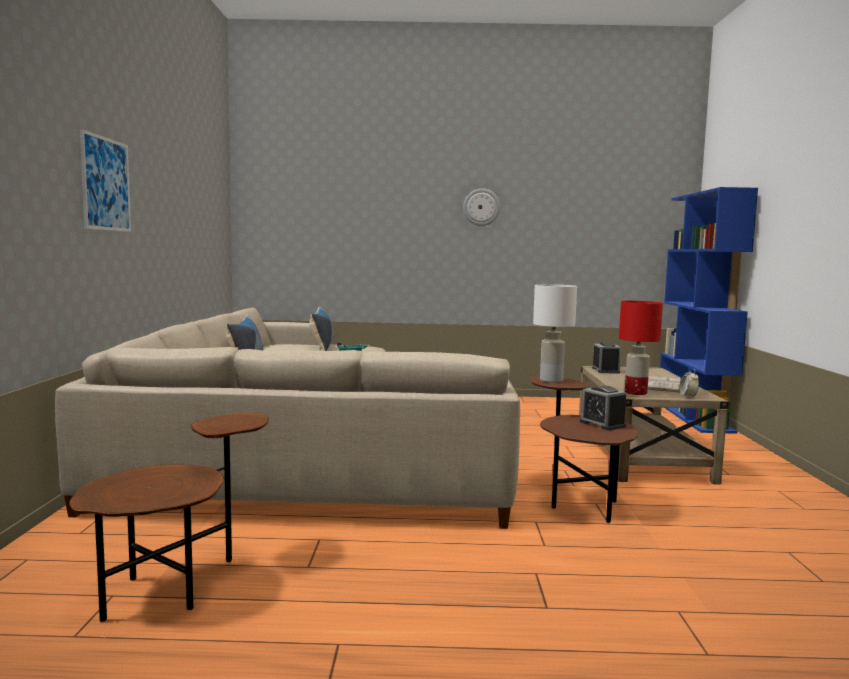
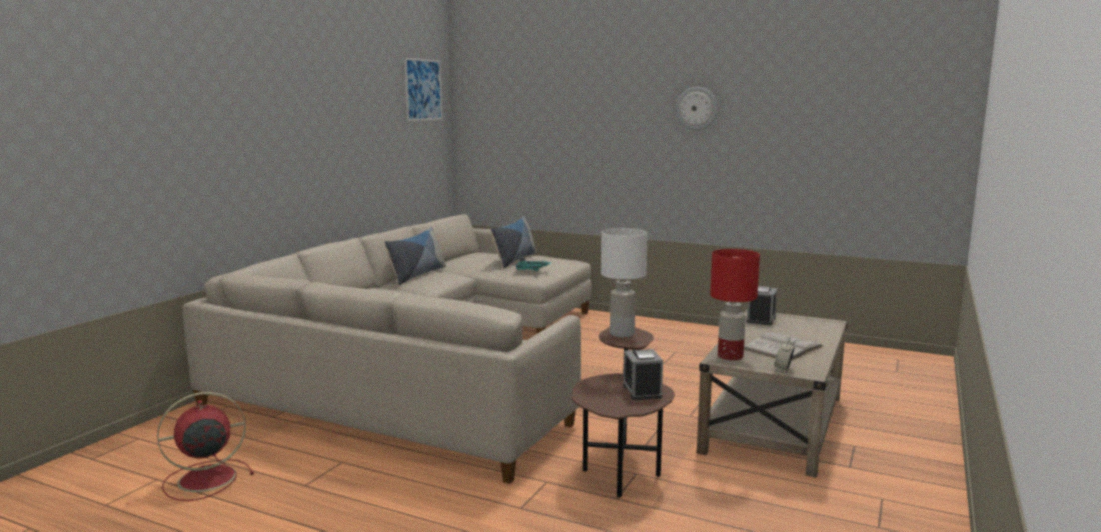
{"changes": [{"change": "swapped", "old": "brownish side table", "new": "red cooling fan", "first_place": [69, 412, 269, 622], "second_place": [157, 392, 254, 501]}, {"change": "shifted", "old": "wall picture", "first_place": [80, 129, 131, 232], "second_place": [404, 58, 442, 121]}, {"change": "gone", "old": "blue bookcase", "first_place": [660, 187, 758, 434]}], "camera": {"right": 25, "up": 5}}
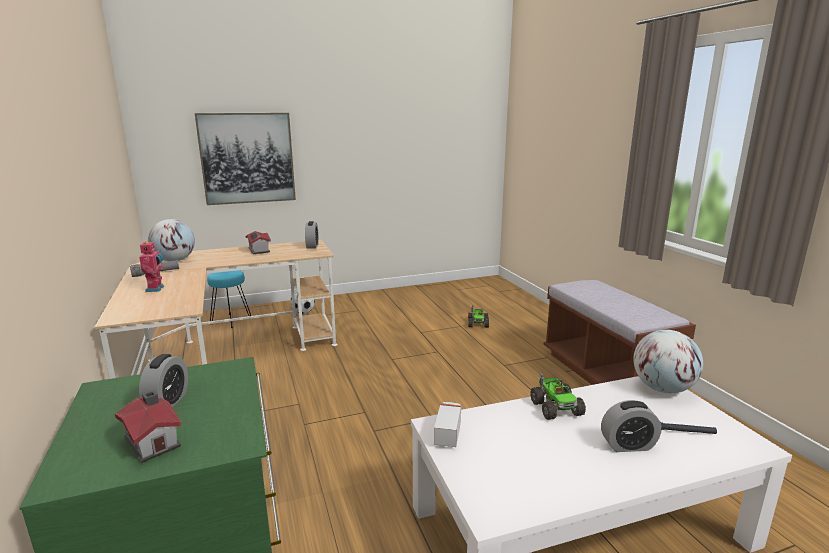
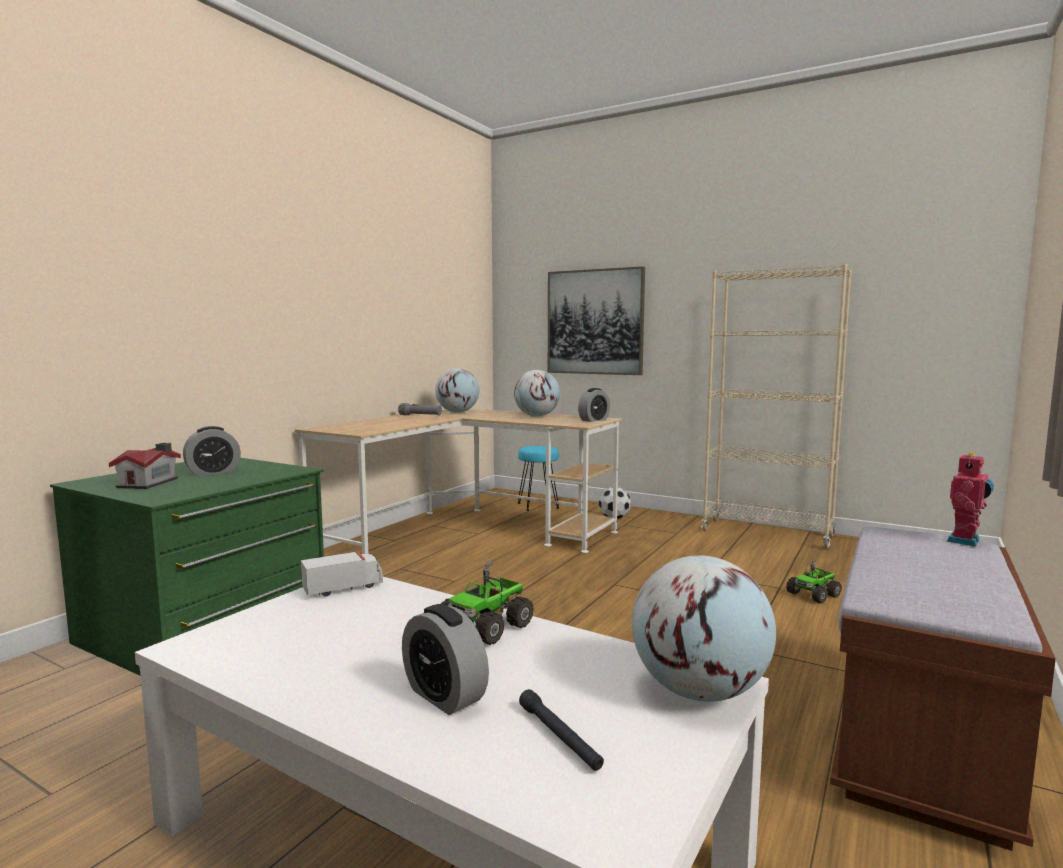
{"changes": [{"change": "swapped", "old": "toy house", "new": "desk globe", "first_place": [246, 231, 271, 254], "second_place": [514, 370, 560, 416]}, {"change": "new", "new": "beige bookcase", "second_place": [701, 264, 852, 549]}, {"change": "shifted", "old": "toy robot", "first_place": [139, 240, 164, 292], "second_place": [947, 452, 994, 547]}], "camera": {"right": 50, "up": -10}}
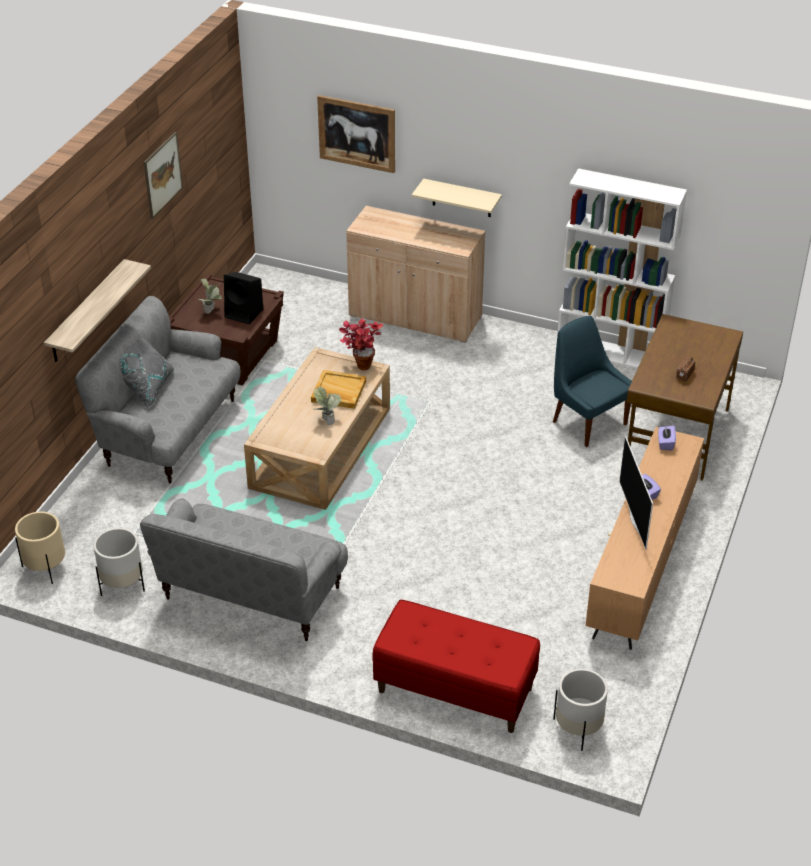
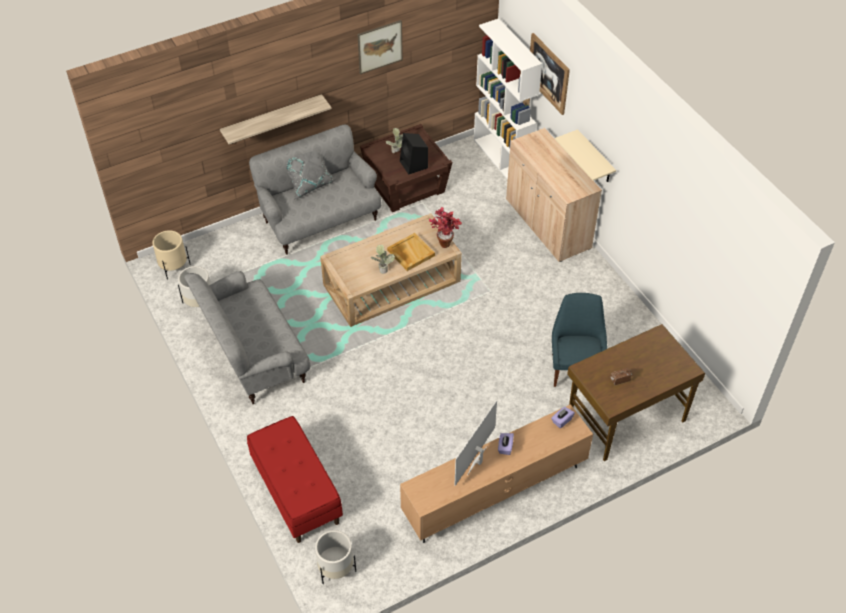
{"changes": [{"change": "shifted", "old": "white-coloured bookcase", "first_place": [557, 168, 687, 369], "second_place": [474, 18, 542, 180]}], "camera": {"right": 40, "up": 10}}
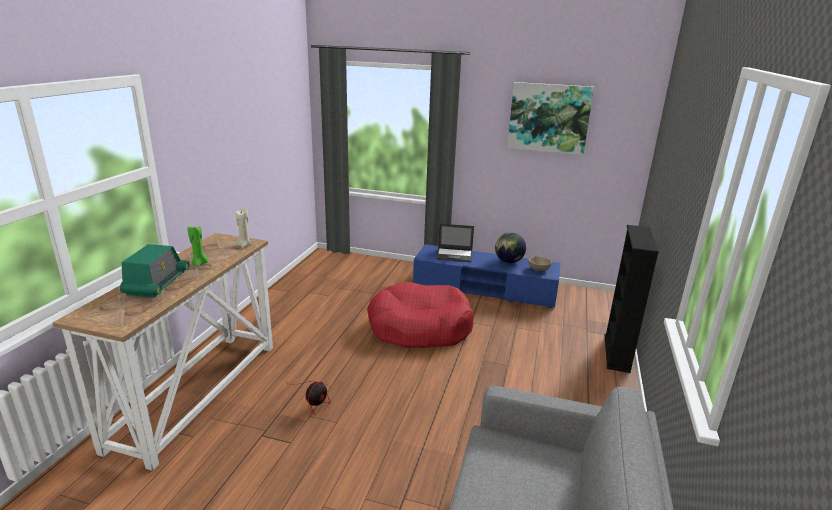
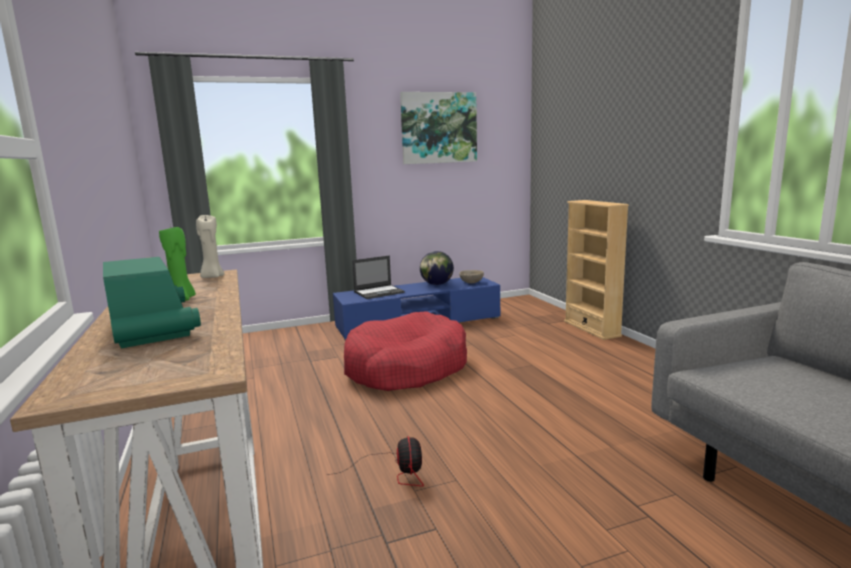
{"changes": [{"change": "repainted", "old": "black-coloured bookcase", "new": "beige bookcase", "first_place": [605, 225, 659, 373], "second_place": [564, 200, 629, 340]}], "camera": {"right": -35, "up": -10}}
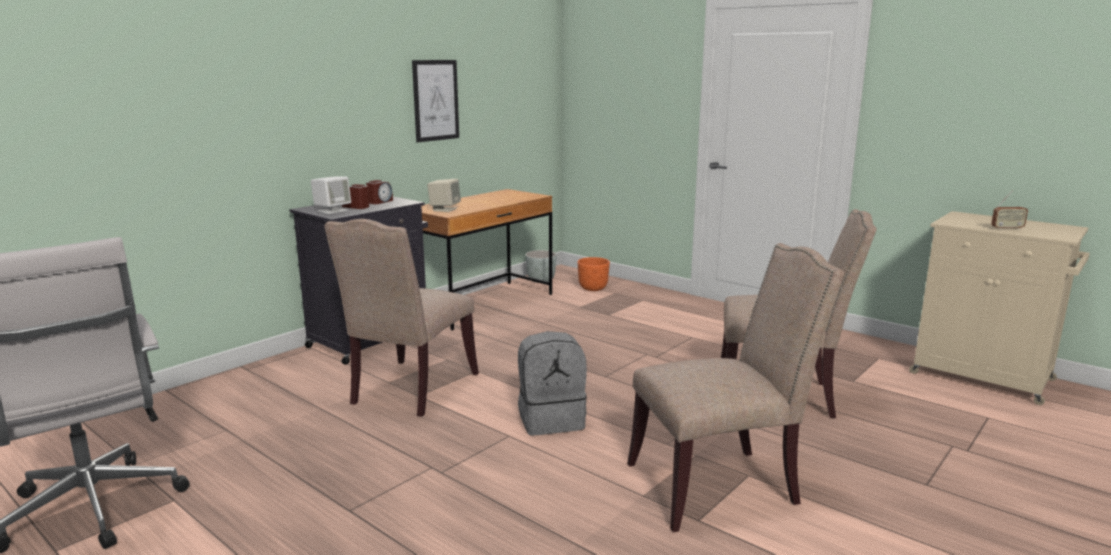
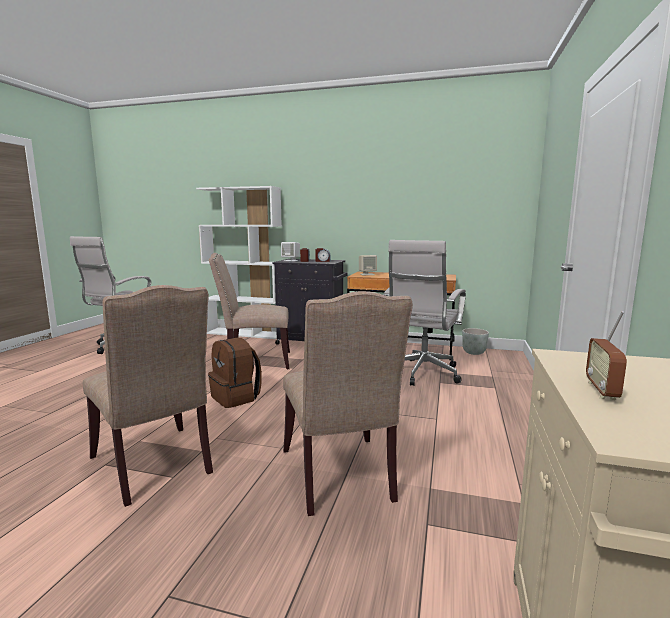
{"changes": [{"change": "new", "new": "white-coloured bookcase", "second_place": [196, 186, 282, 339]}, {"change": "repainted", "old": "grey backpack", "new": "brownish backpack", "first_place": [518, 331, 587, 435], "second_place": [208, 338, 262, 408]}, {"change": "new", "new": "white-coloured computer chair", "second_place": [383, 240, 466, 386]}, {"change": "rotated", "old": "radio receiver", "first_place": [991, 191, 1028, 230], "second_place": [586, 311, 627, 400], "degrees": 45}, {"change": "gone", "old": "wall picture", "first_place": [412, 60, 459, 142]}, {"change": "gone", "old": "orange plant pot", "first_place": [578, 257, 610, 291]}], "camera": {"right": 65, "up": -5}}
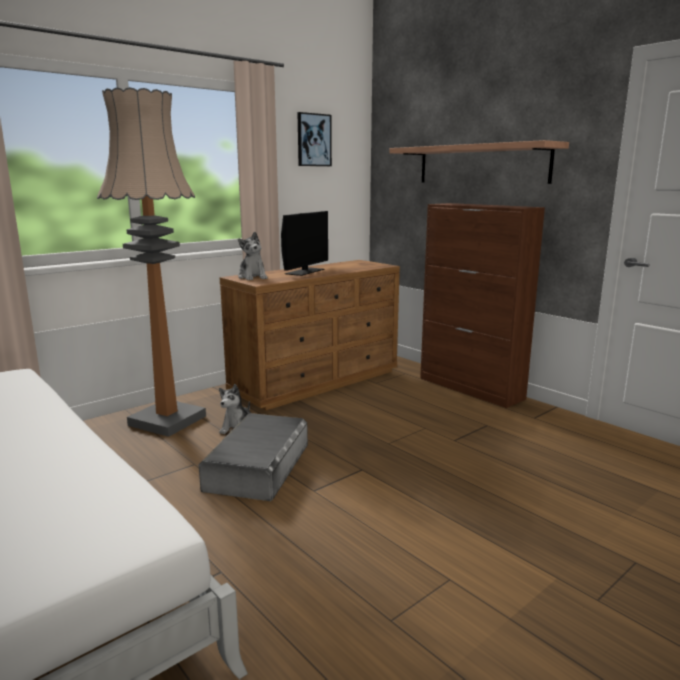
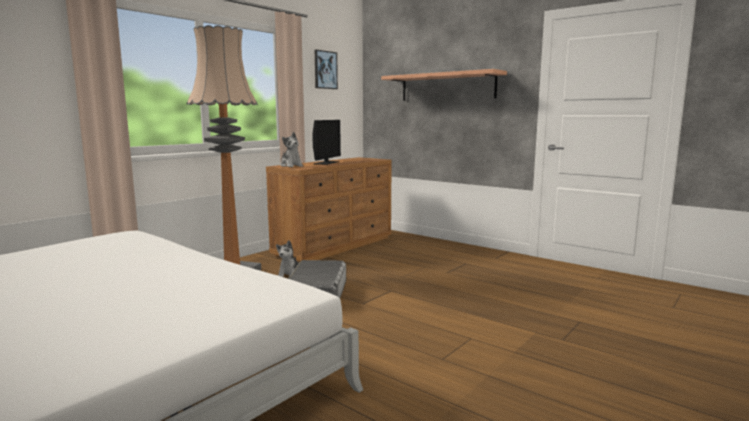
{"changes": [{"change": "gone", "old": "brownish cupboard", "first_place": [420, 203, 545, 408]}], "camera": {"right": -10, "up": -5}}
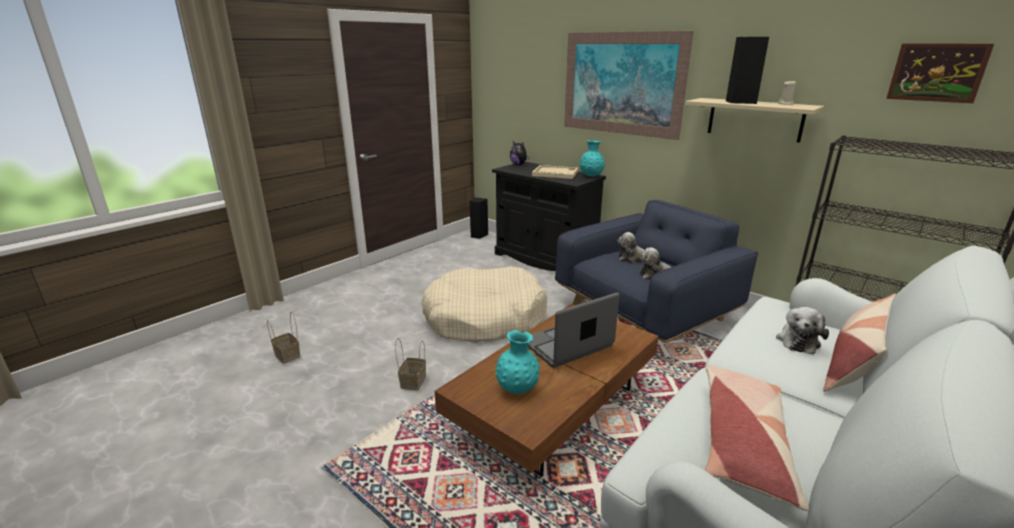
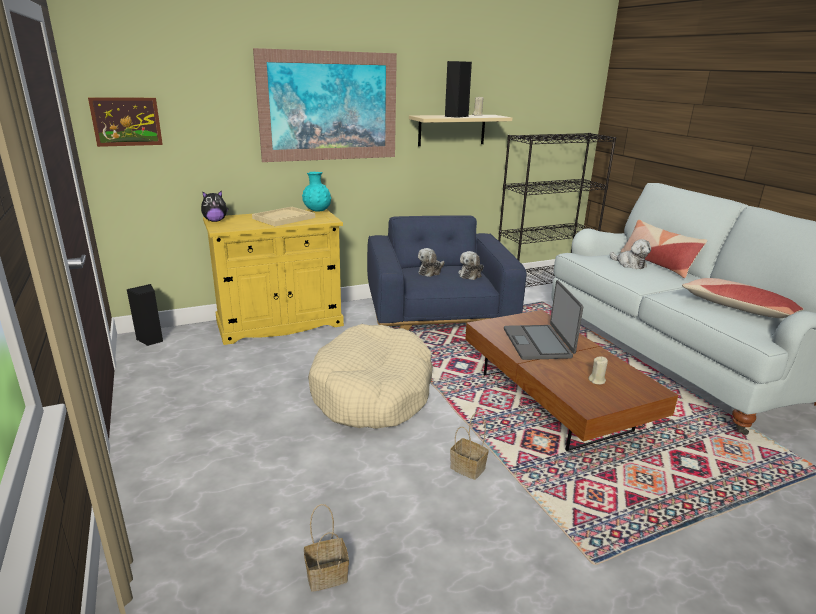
{"changes": [{"change": "shifted", "old": "wall picture", "first_place": [886, 44, 994, 103], "second_place": [88, 97, 163, 147]}, {"change": "repainted", "old": "black-coloured cupboard", "new": "yellow cupboard", "first_place": [492, 162, 606, 271], "second_place": [203, 209, 344, 345]}, {"change": "swapped", "old": "blue-green vase", "new": "beige wax light", "first_place": [495, 330, 540, 394], "second_place": [589, 356, 608, 384]}], "camera": {"right": -65, "up": 0}}
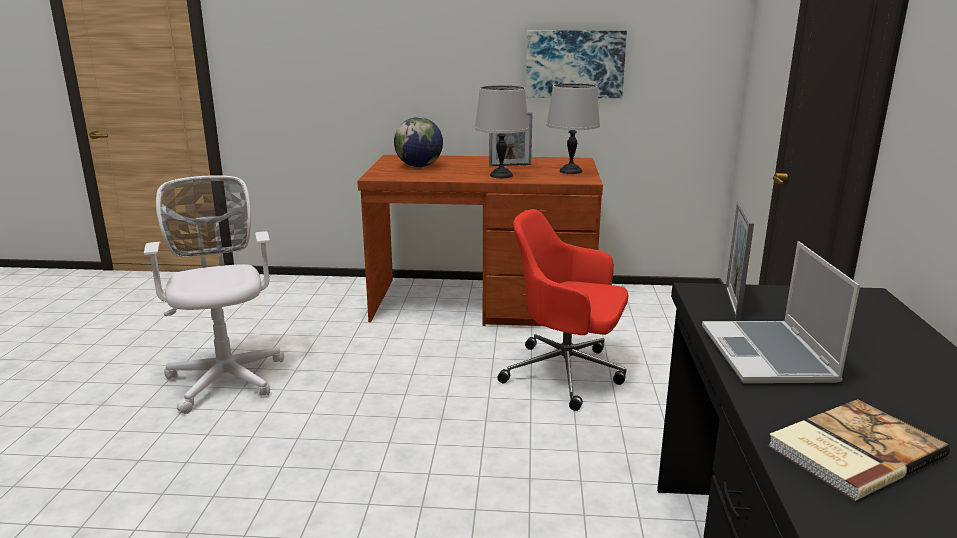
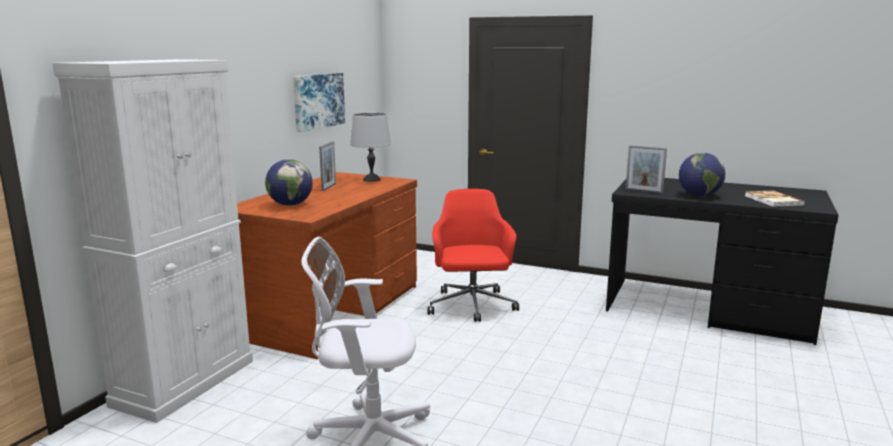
{"changes": [{"change": "new", "new": "white-coloured cupboard", "second_place": [52, 59, 253, 423]}, {"change": "rotated", "old": "red computer chair", "first_place": [497, 209, 628, 411], "second_place": [427, 189, 519, 322], "degrees": 135}, {"change": "swapped", "old": "notebook computer", "new": "desk globe", "first_place": [702, 241, 860, 383], "second_place": [679, 153, 725, 197]}, {"change": "gone", "old": "grey table lamp", "first_place": [475, 85, 529, 178]}], "camera": {"right": -70, "up": -5}}
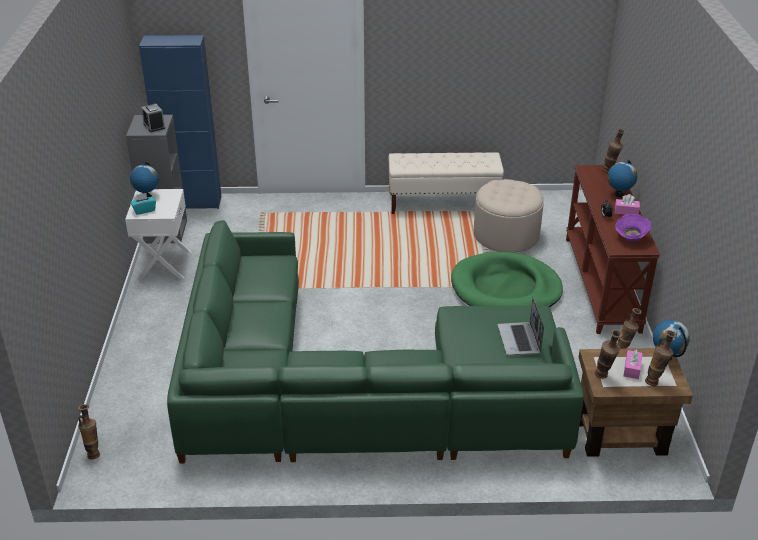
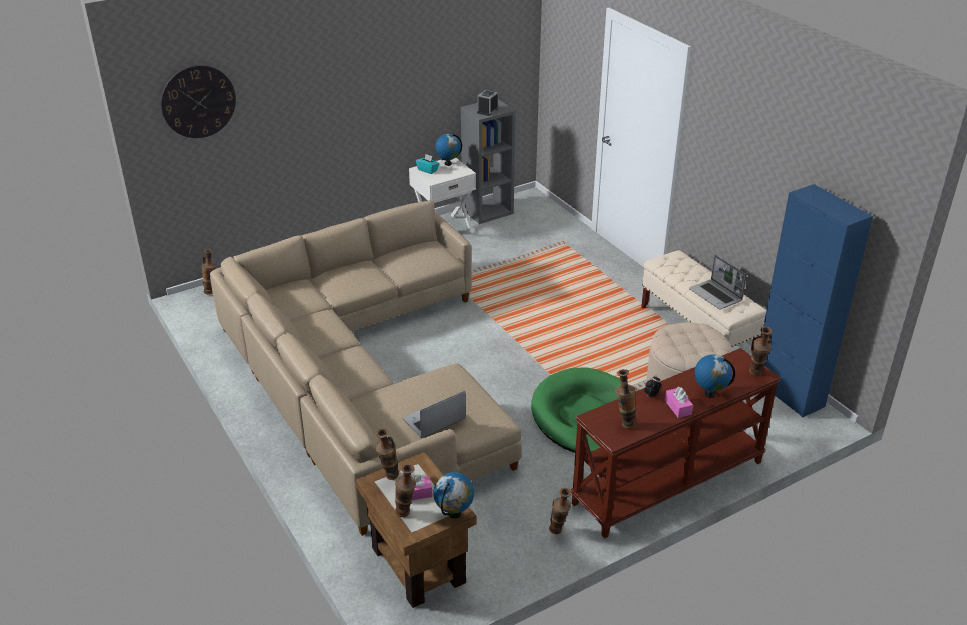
{"changes": [{"change": "new", "new": "clock on the wall", "second_place": [161, 65, 236, 138]}, {"change": "repainted", "old": "green settee", "new": "beige settee", "first_place": [167, 220, 584, 464], "second_place": [210, 200, 522, 536]}, {"change": "swapped", "old": "purple bowl", "new": "vase", "first_place": [615, 214, 652, 242], "second_place": [615, 369, 636, 429]}, {"change": "new", "new": "notebook computer", "second_place": [689, 255, 747, 310]}, {"change": "shifted", "old": "blue cupboard", "first_place": [139, 35, 221, 209], "second_place": [763, 184, 873, 418]}], "camera": {"right": 60, "up": 0}}
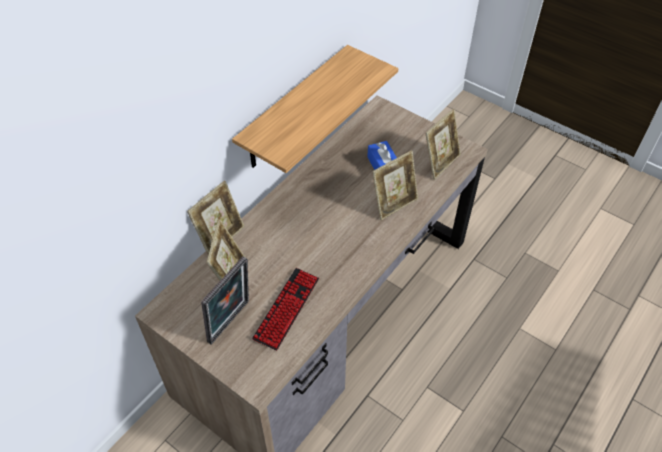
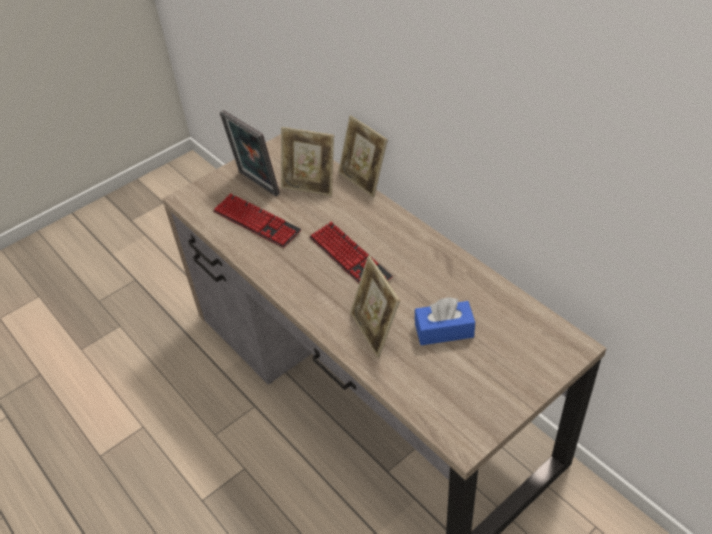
{"changes": [{"change": "new", "new": "PC keyboard", "second_place": [309, 222, 393, 283]}, {"change": "gone", "old": "shelf", "first_place": [232, 45, 398, 173]}, {"change": "gone", "old": "standing frame", "first_place": [425, 109, 461, 180]}], "camera": {"right": 105, "up": -5}}
